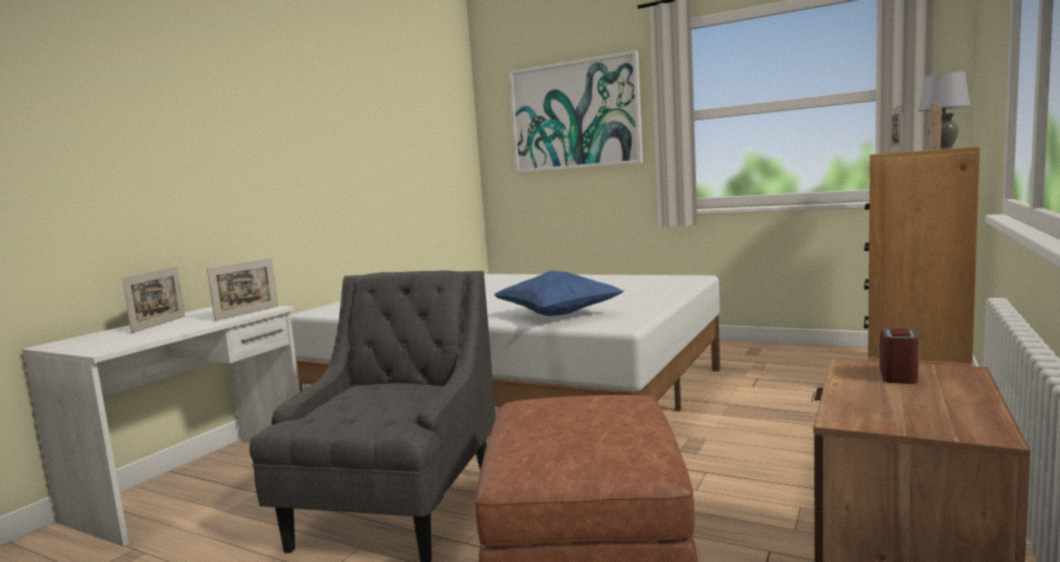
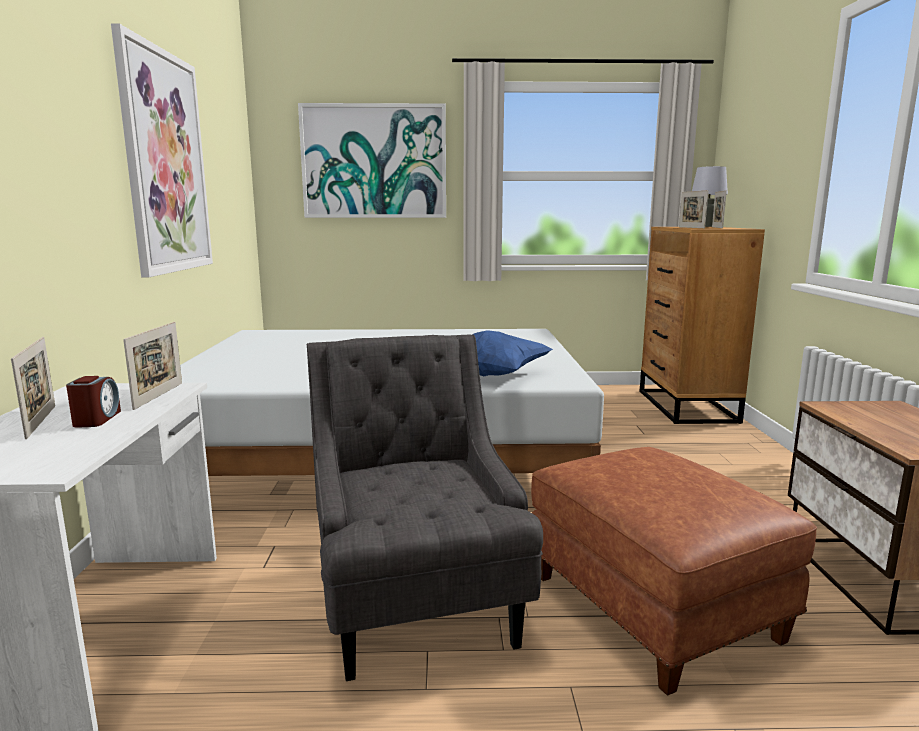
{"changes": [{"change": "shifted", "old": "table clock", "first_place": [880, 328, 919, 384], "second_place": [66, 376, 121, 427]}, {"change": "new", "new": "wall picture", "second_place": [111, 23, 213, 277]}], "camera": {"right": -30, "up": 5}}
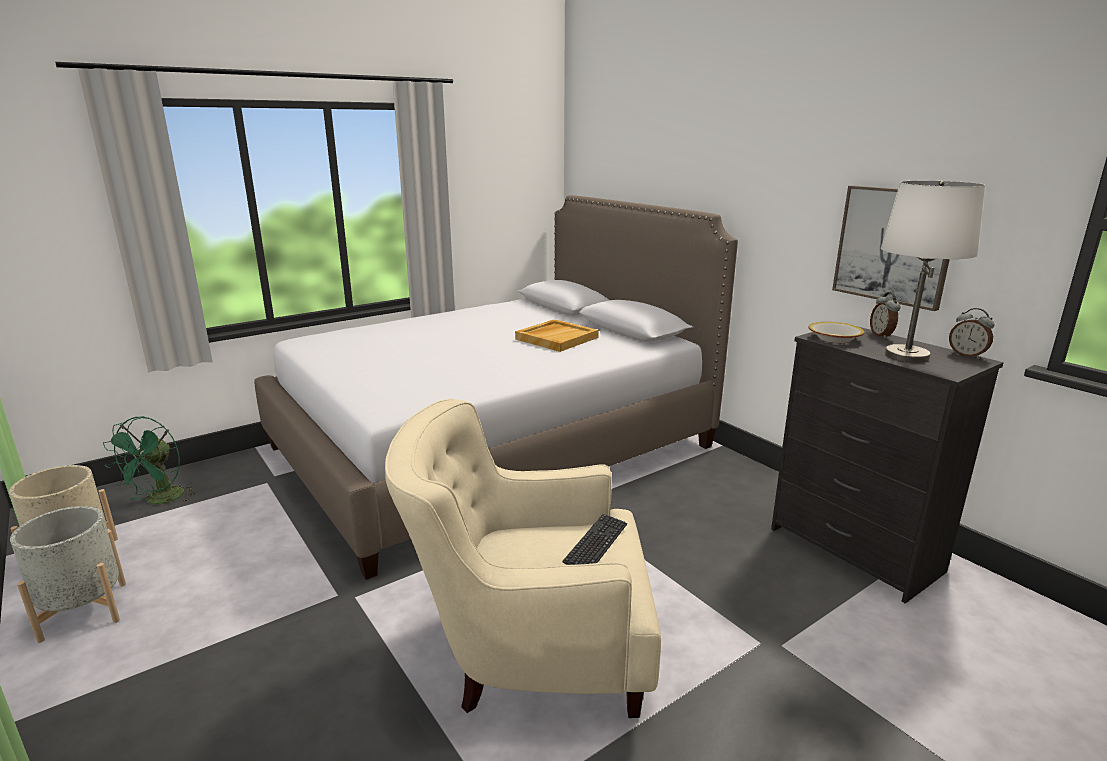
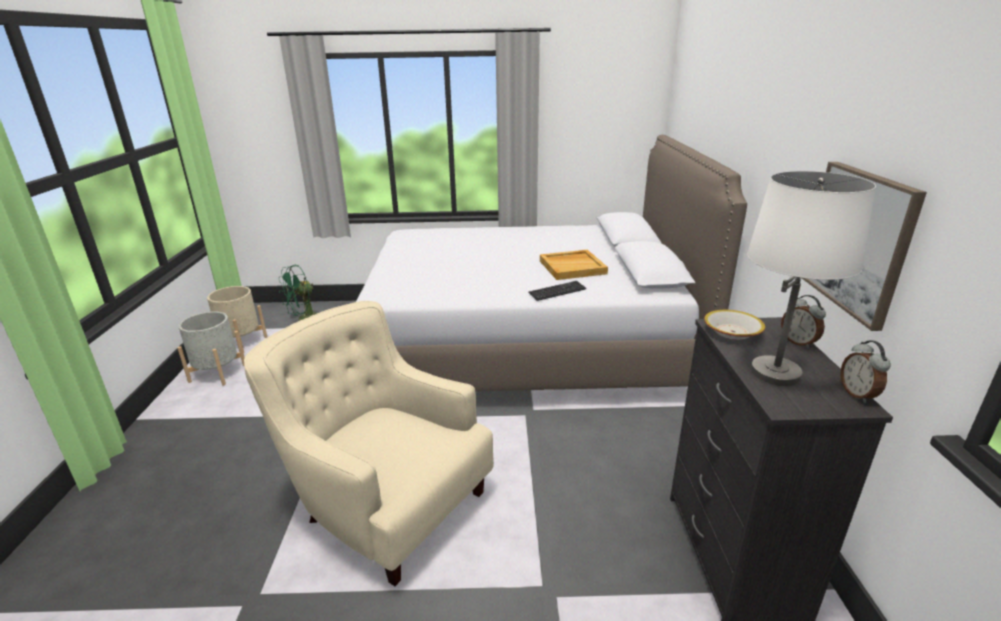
{"changes": [{"change": "shifted", "old": "PC keyboard", "first_place": [562, 514, 627, 565], "second_place": [529, 281, 586, 301]}, {"change": "rotated", "old": "table clock", "first_place": [870, 292, 901, 339], "second_place": [781, 295, 826, 348], "degrees": -60}], "camera": {"right": 35, "up": 5}}
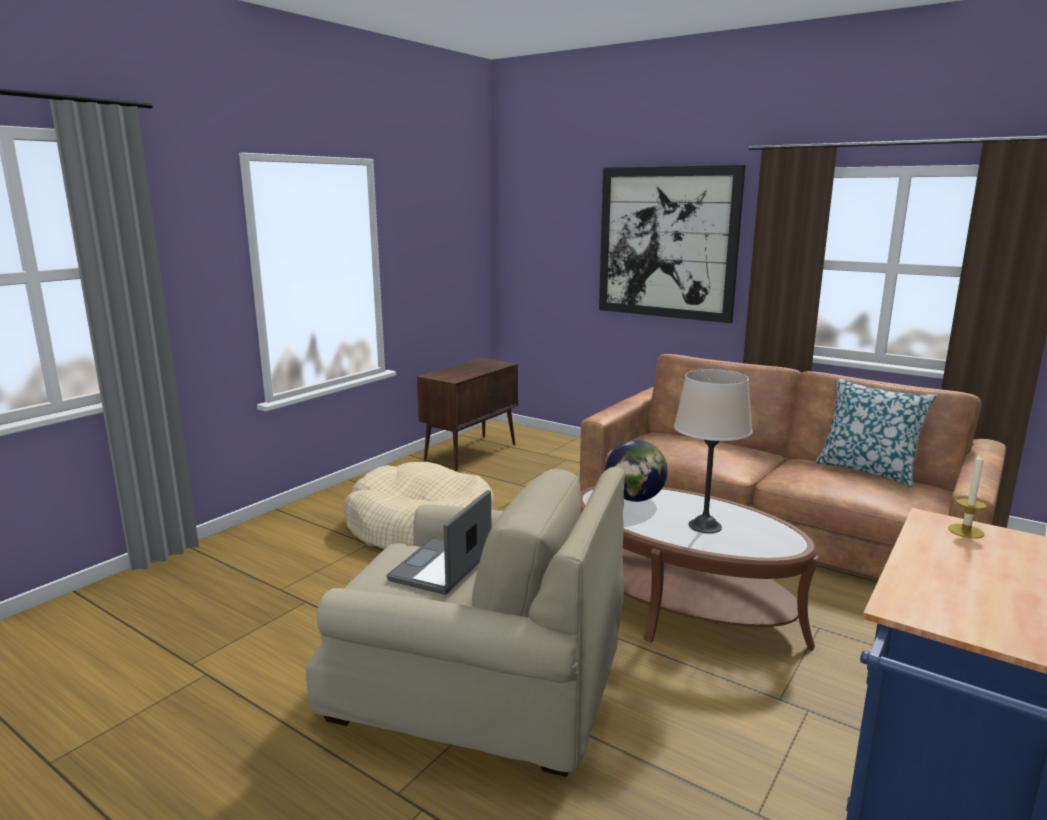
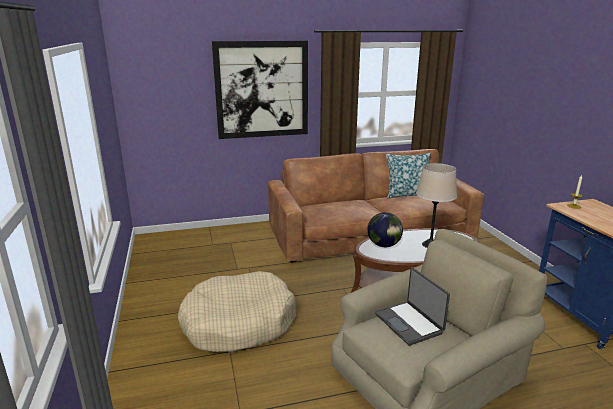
{"changes": [{"change": "gone", "old": "brownish cupboard", "first_place": [417, 358, 518, 472]}], "camera": {"right": -50, "up": 5}}
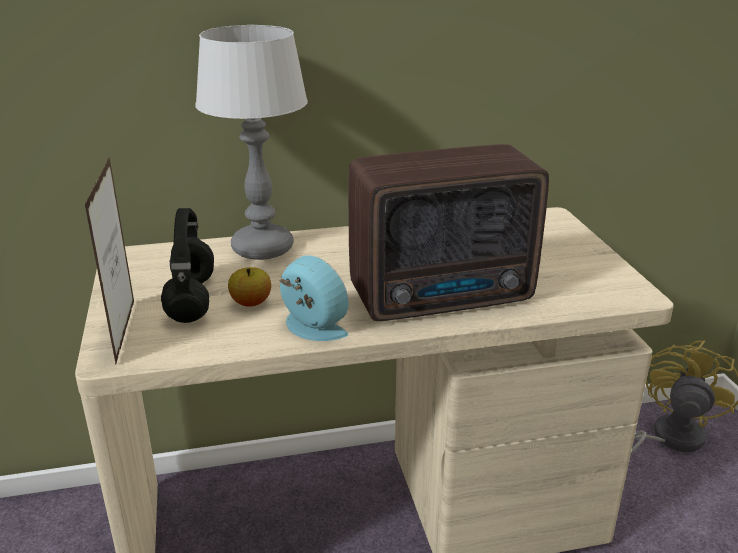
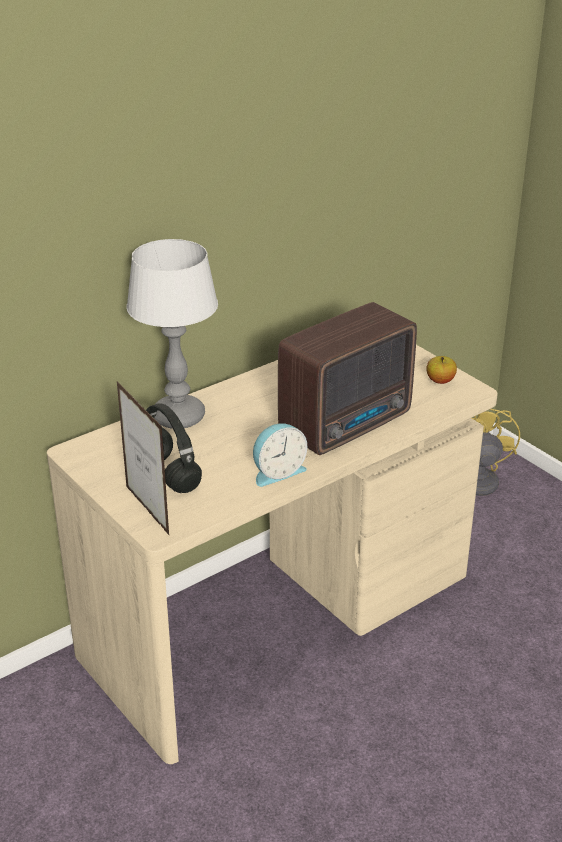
{"changes": [{"change": "rotated", "old": "table clock", "first_place": [279, 255, 349, 341], "second_place": [253, 424, 307, 487], "degrees": 135}, {"change": "shifted", "old": "apple", "first_place": [228, 267, 271, 307], "second_place": [427, 356, 457, 384]}], "camera": {"right": -25, "up": 5}}
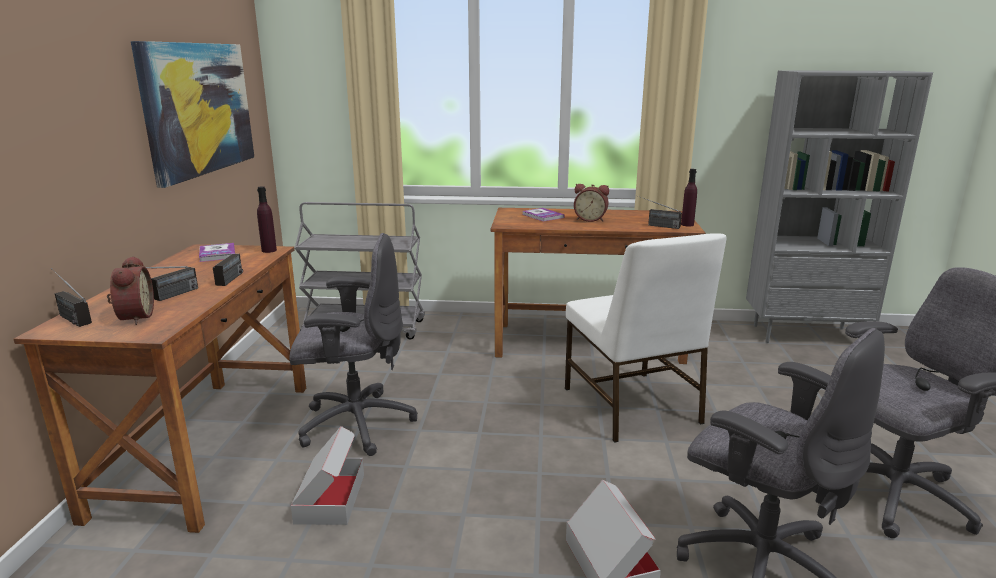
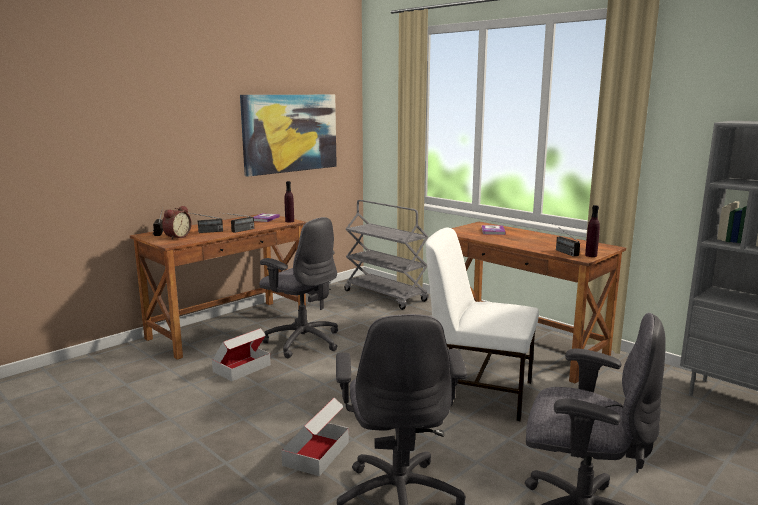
{"changes": [{"change": "rotated", "old": "white-coloured plain chair", "first_place": [565, 233, 727, 443], "second_place": [425, 227, 539, 421], "degrees": 90}, {"change": "gone", "old": "table clock", "first_place": [574, 184, 609, 222]}], "camera": {"right": 40, "up": -5}}
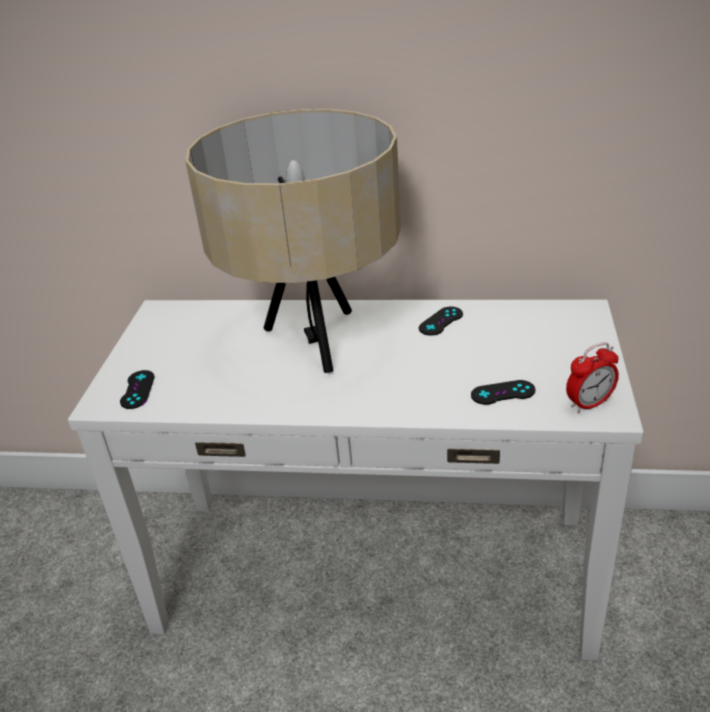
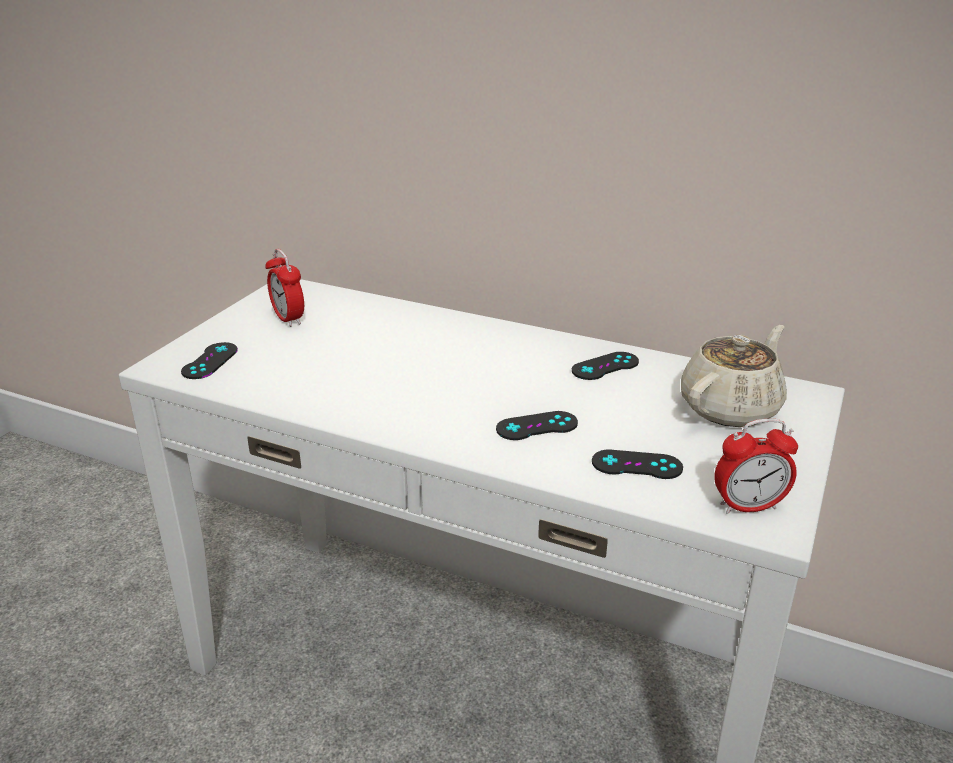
{"changes": [{"change": "new", "new": "table clock", "second_place": [266, 249, 304, 327]}, {"change": "new", "new": "black-coloured gamepad", "second_place": [496, 411, 578, 440]}, {"change": "new", "new": "beige pot for tea", "second_place": [681, 325, 787, 427]}, {"change": "gone", "old": "beige table lamp", "first_place": [185, 109, 401, 373]}], "camera": {"right": 15, "up": -5}}
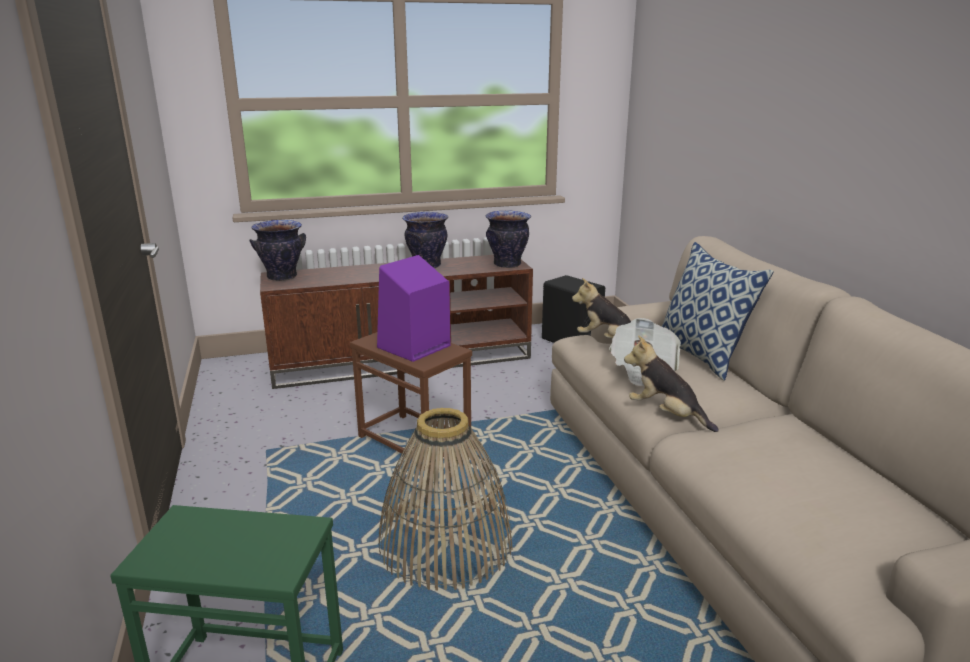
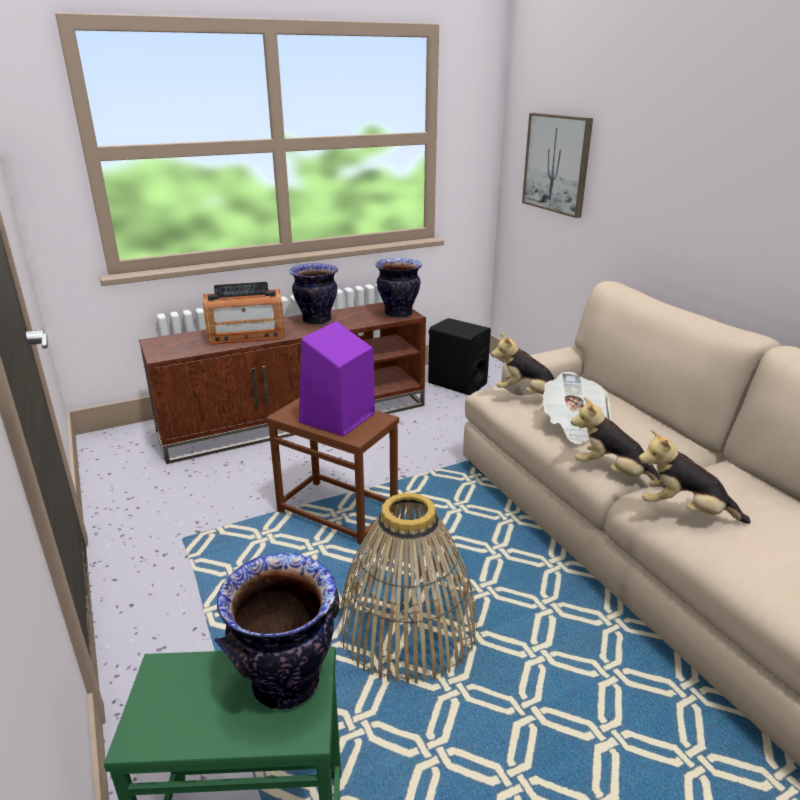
{"changes": [{"change": "new", "new": "radio receiver", "second_place": [203, 282, 285, 345]}, {"change": "shifted", "old": "vase", "first_place": [249, 220, 306, 281], "second_place": [215, 553, 339, 710]}, {"change": "new", "new": "wall picture", "second_place": [522, 113, 593, 218]}, {"change": "new", "new": "cuddly toy", "second_place": [638, 430, 751, 524]}, {"change": "gone", "old": "throw pillow", "first_place": [661, 242, 774, 381]}], "camera": {"right": -10, "up": 5}}
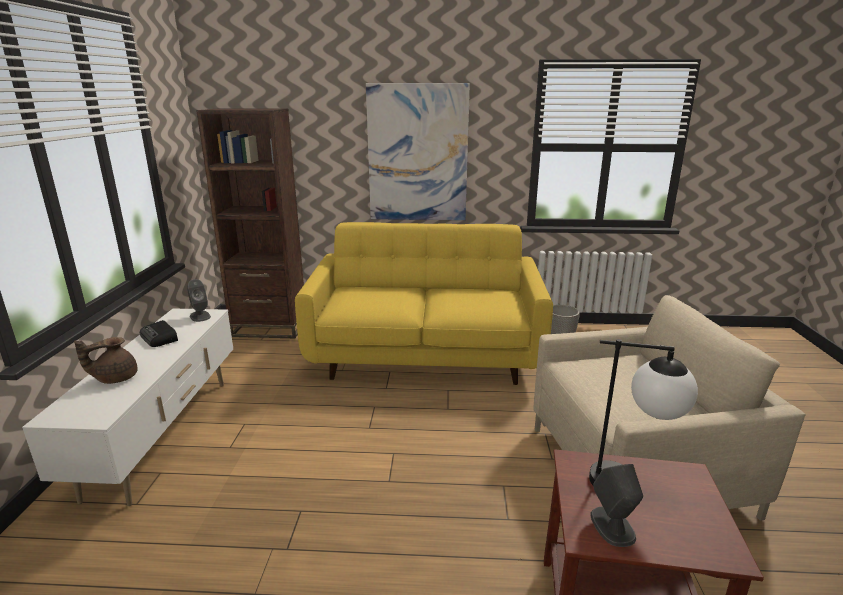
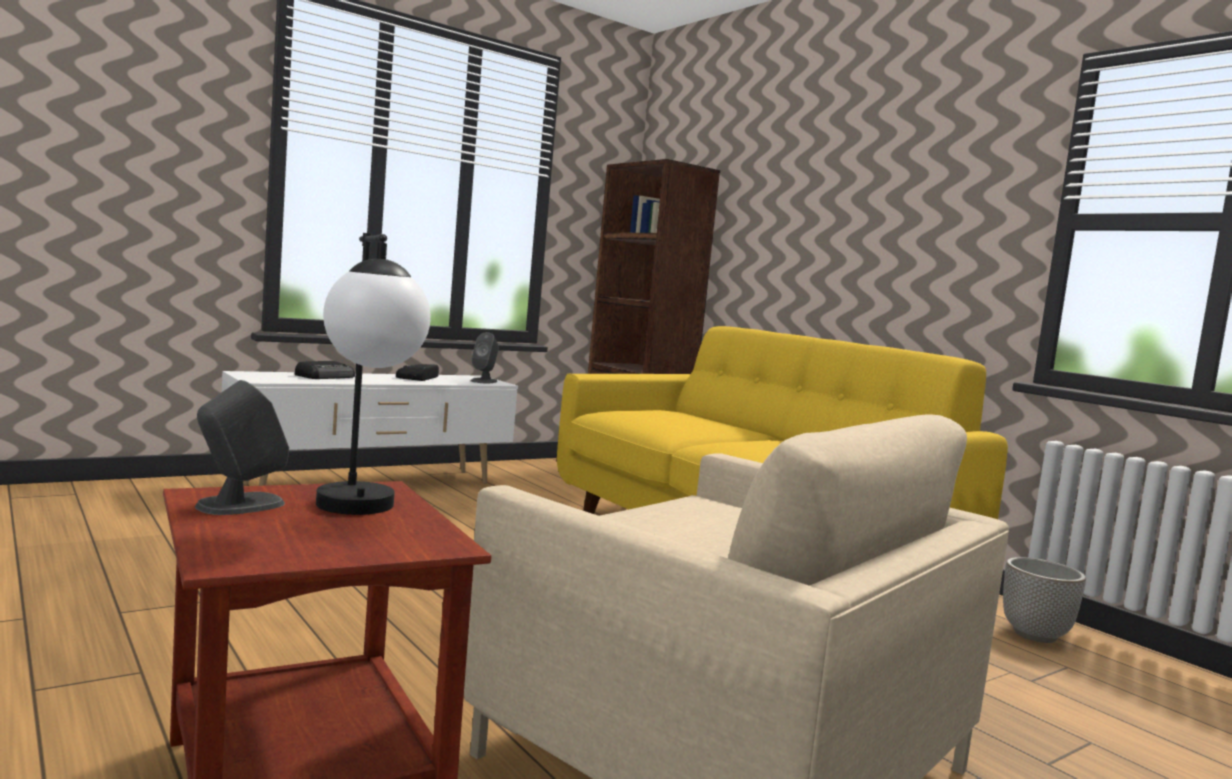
{"changes": [{"change": "swapped", "old": "brownish pot for tea", "new": "radio receiver", "first_place": [74, 337, 138, 384], "second_place": [295, 361, 355, 379]}, {"change": "gone", "old": "wall picture", "first_place": [366, 83, 470, 220]}], "camera": {"right": 50, "up": -15}}
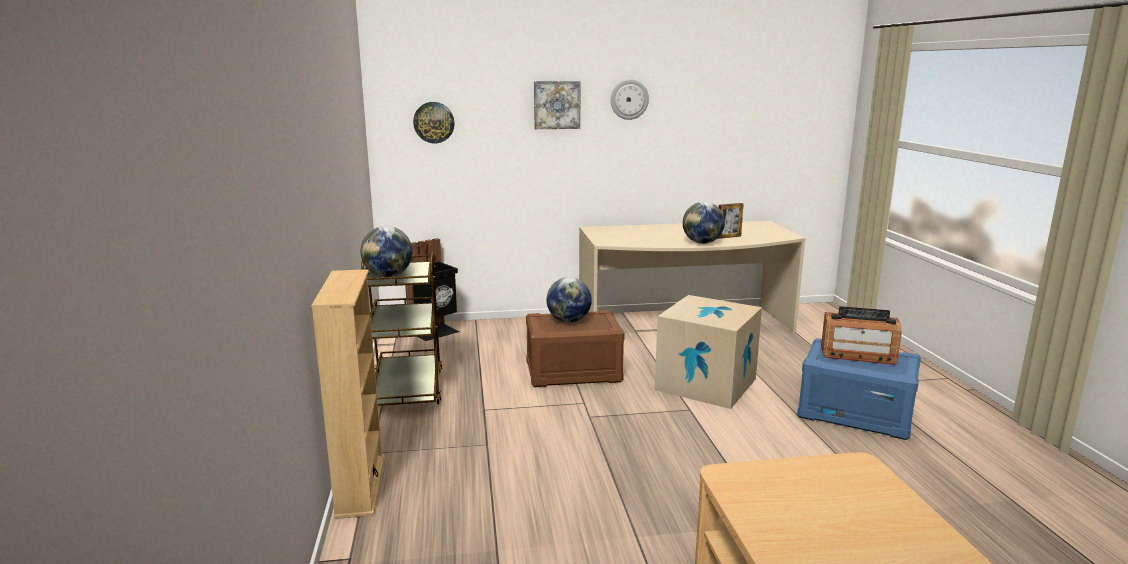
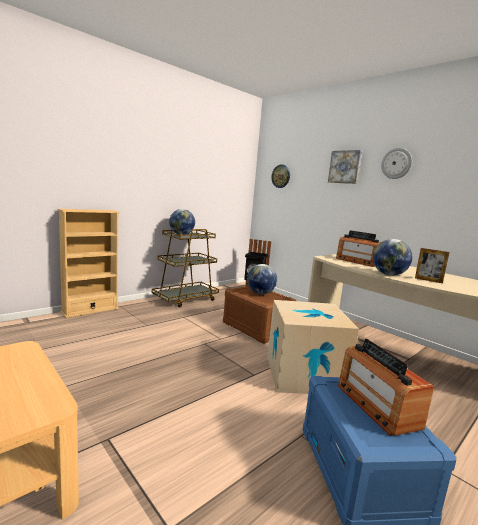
{"changes": [{"change": "new", "new": "radio receiver", "second_place": [336, 230, 381, 267]}], "camera": {"right": 55, "up": -5}}
